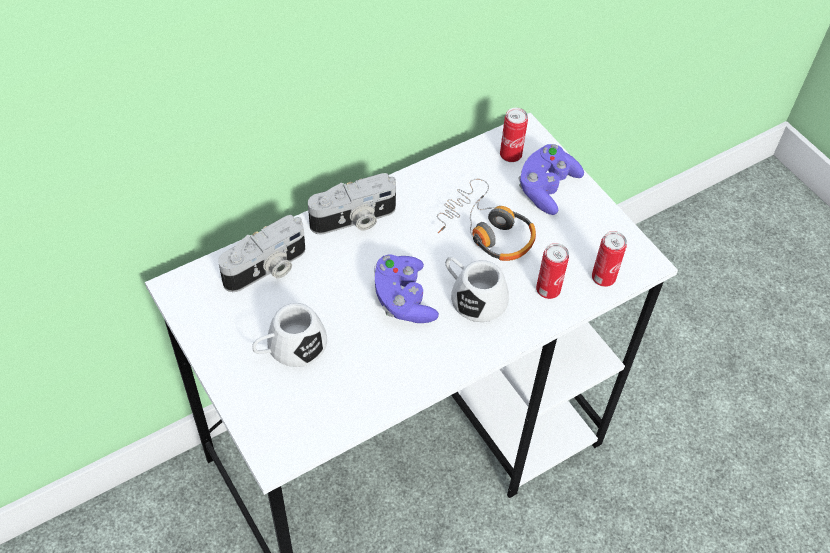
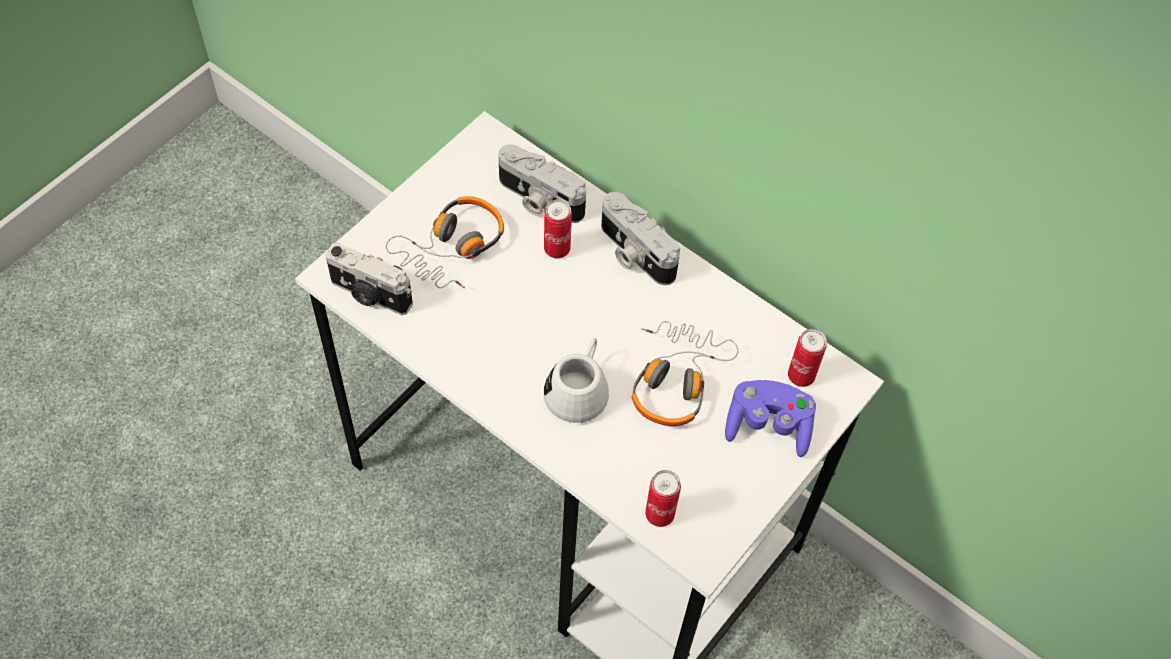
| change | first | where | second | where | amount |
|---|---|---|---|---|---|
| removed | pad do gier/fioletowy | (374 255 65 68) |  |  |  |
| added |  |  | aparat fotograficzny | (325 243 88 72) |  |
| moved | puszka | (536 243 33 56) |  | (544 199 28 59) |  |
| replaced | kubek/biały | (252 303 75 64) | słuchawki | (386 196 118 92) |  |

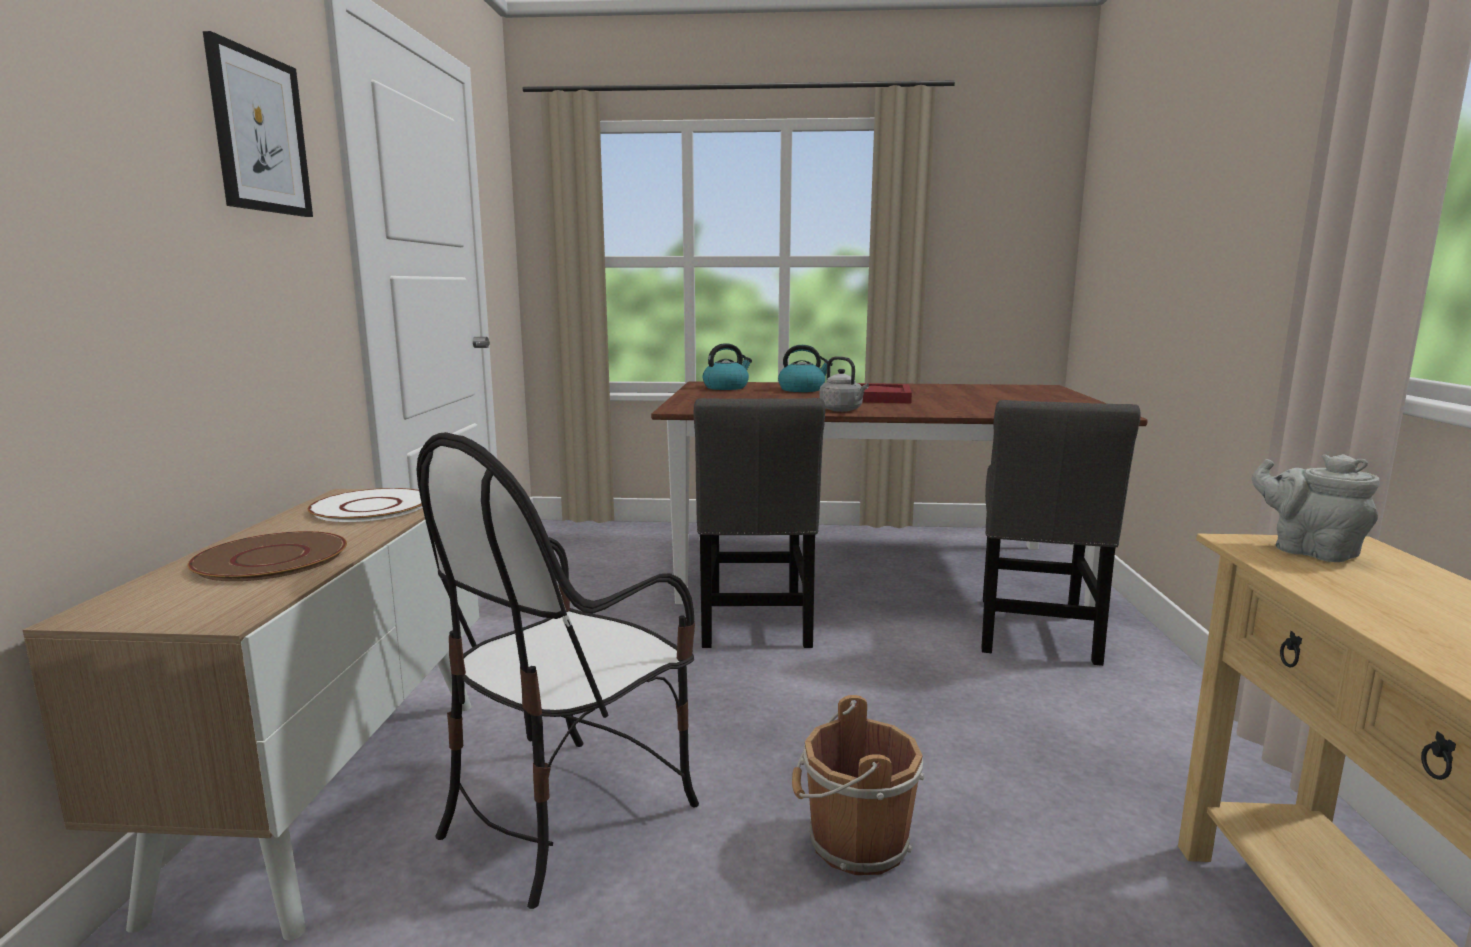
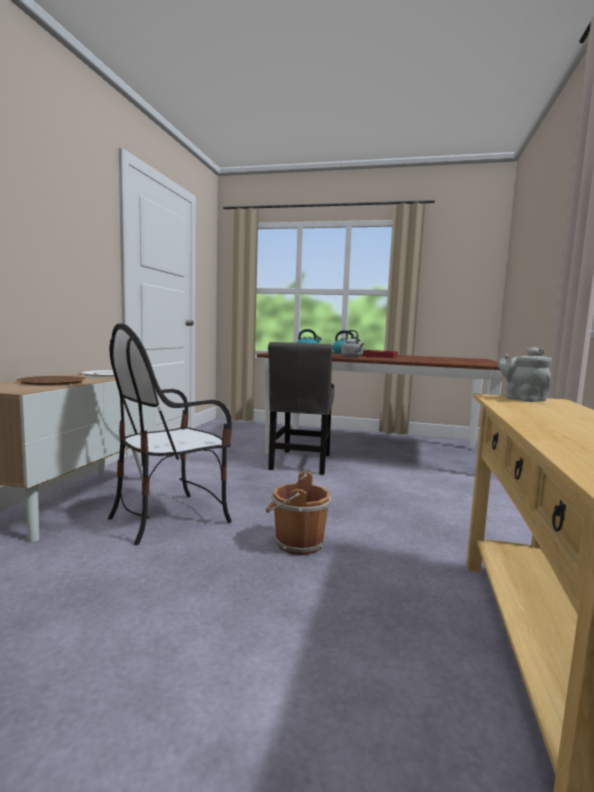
| change | first | where | second | where | amount |
|---|---|---|---|---|---|
| removed | obraz | (203 31 110 186) |  |  |  |
| removed | krzesło/szary | (981 400 160 266) |  |  |  |

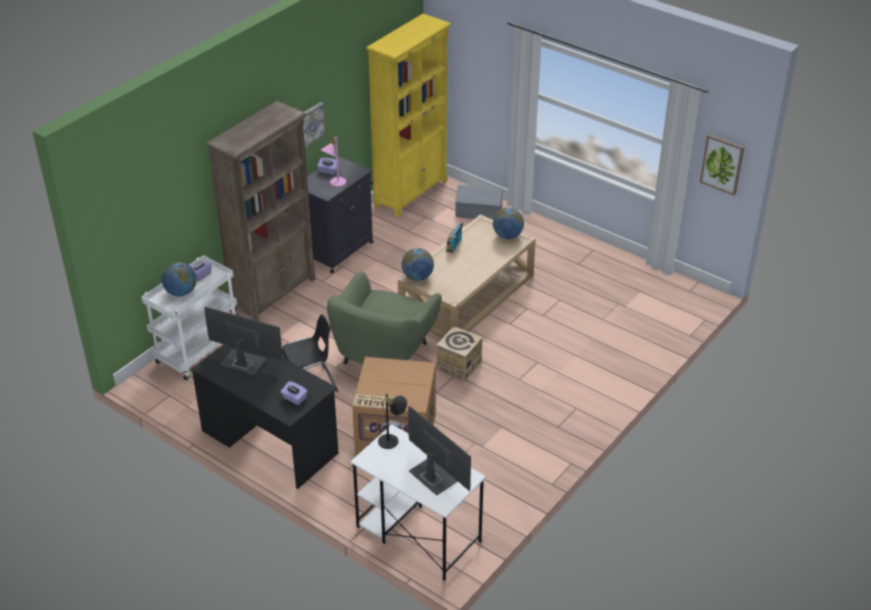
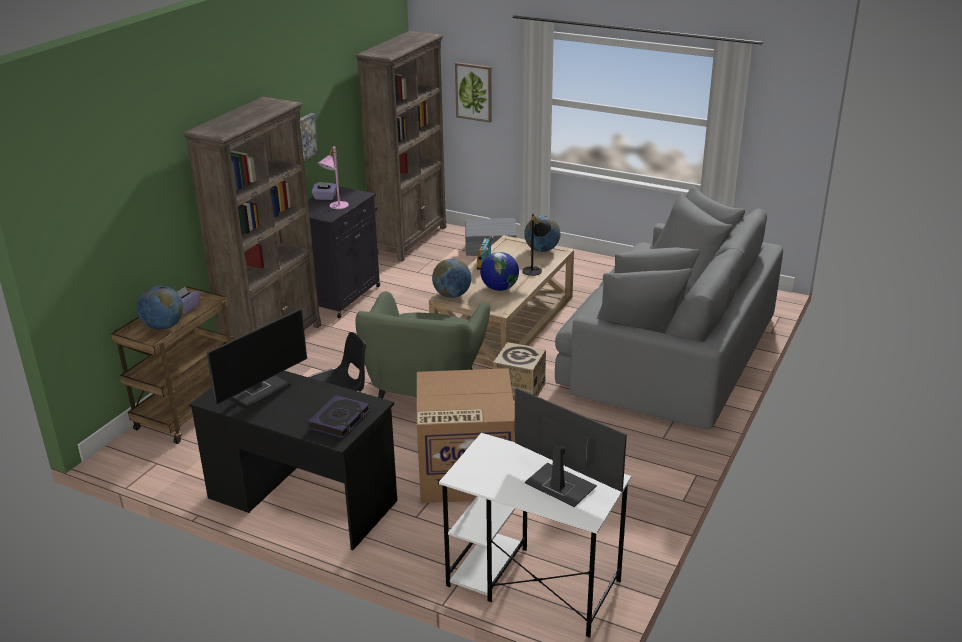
| change | first | where | second | where | amount |
|---|---|---|---|---|---|
| added |  |  | globus | (480 252 39 39) |  |
| added |  |  | kanapa/szary | (555 186 228 244) |  |
| moved | lampa stołowa/czarny | (378 393 29 56) |  | (522 214 29 62) |  |
| moved | obraz | (700 134 44 62) |  | (455 62 37 61) |  |
| replaced | pudełko chusteczek/fioletowy | (280 381 27 24) | książka | (308 395 62 43) |  |
| recoloured | wózek/biały | (141 255 96 125) | wózek/brązowy | (111 287 123 157) |  |
| recoloured | regał/żółty | (366 13 85 204) | regał/brązowy | (356 31 90 231) |  |
| turned | monitor | (204 307 79 68) |  | (207 309 100 98) | 120 degrees clockwise |

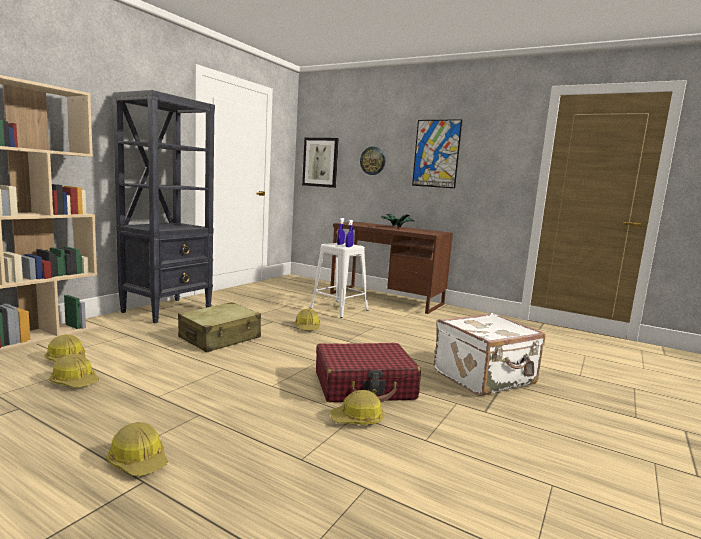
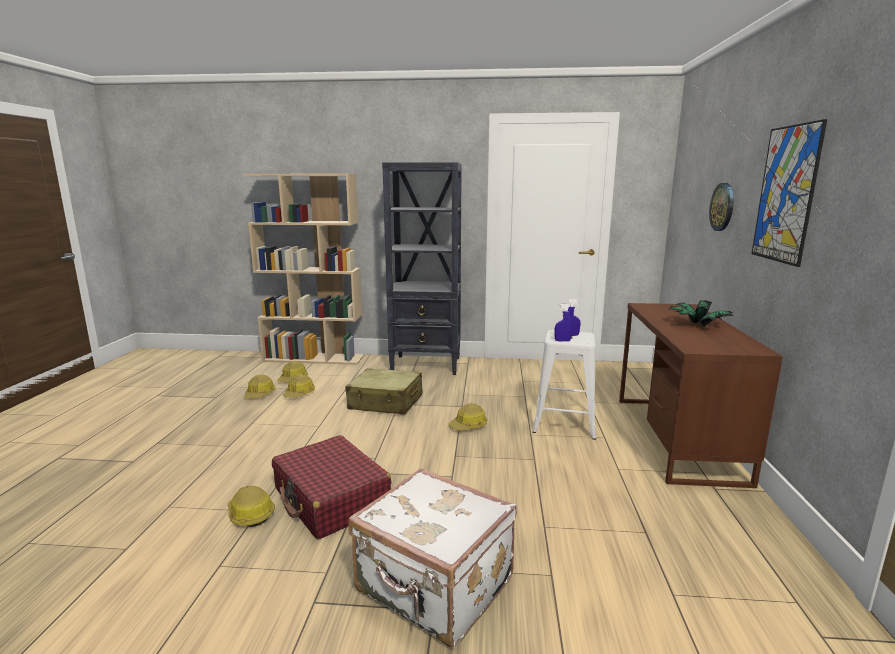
| change | first | where | second | where | amount |
|---|---|---|---|---|---|
| removed | obraz | (302 138 37 50) |  |  |  |
| moved | kask | (106 422 62 54) |  | (283 374 32 24) |  |

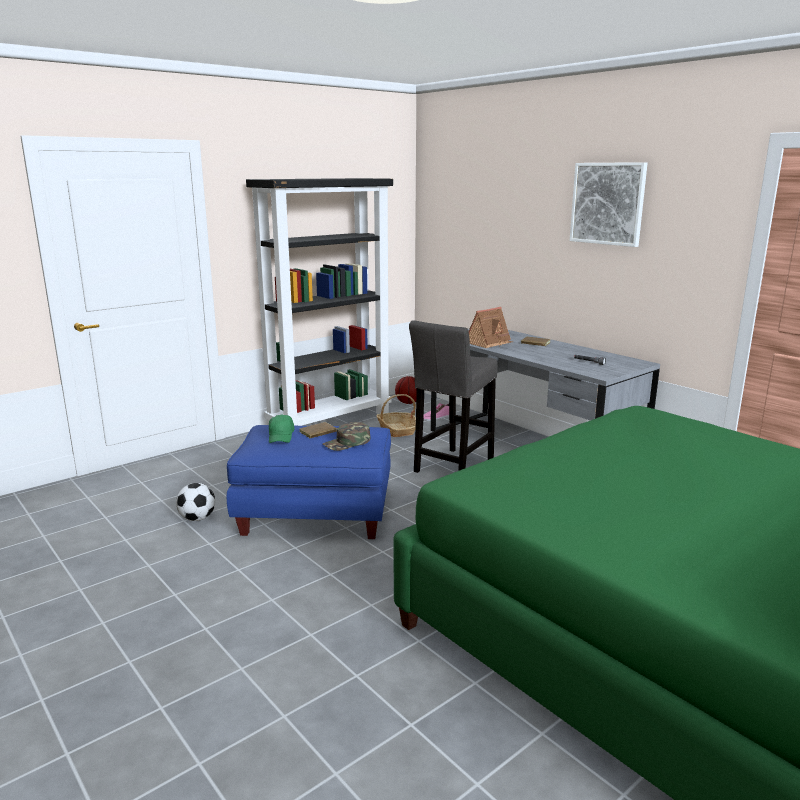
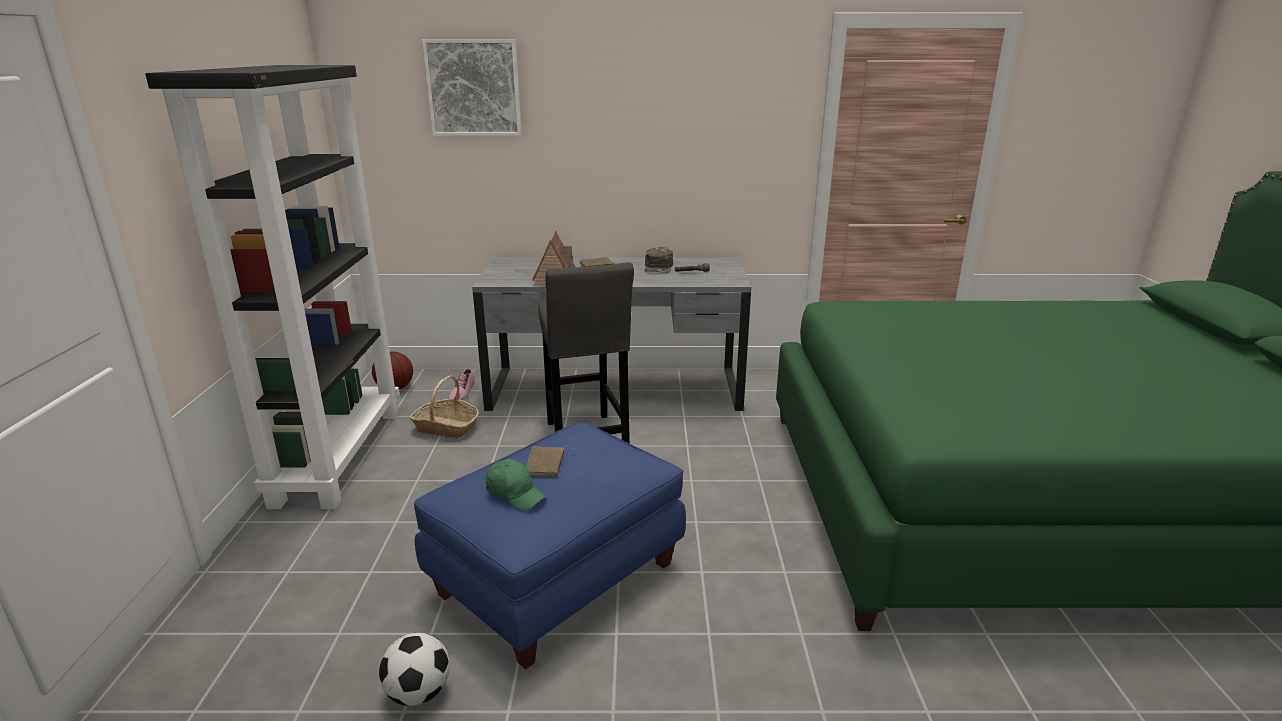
| change | first | where | second | where | amount |
|---|---|---|---|---|---|
| moved | czapka z daszkiem/zielony | (323 422 47 29) |  | (645 247 28 26) |  |
| moved | obraz | (570 162 78 85) |  | (422 39 100 97) |  |

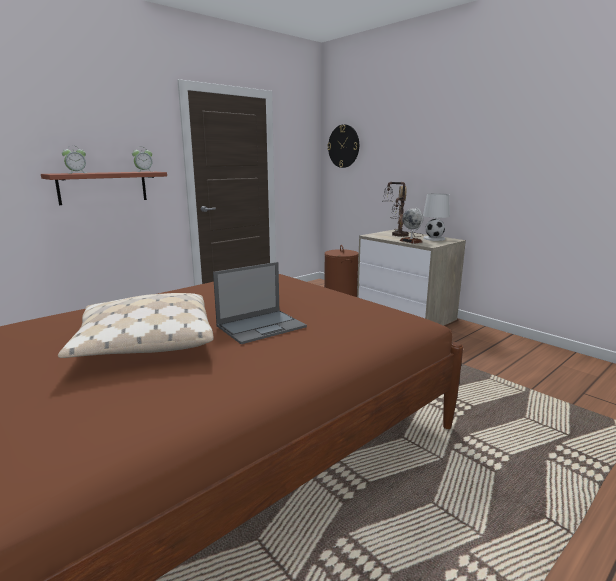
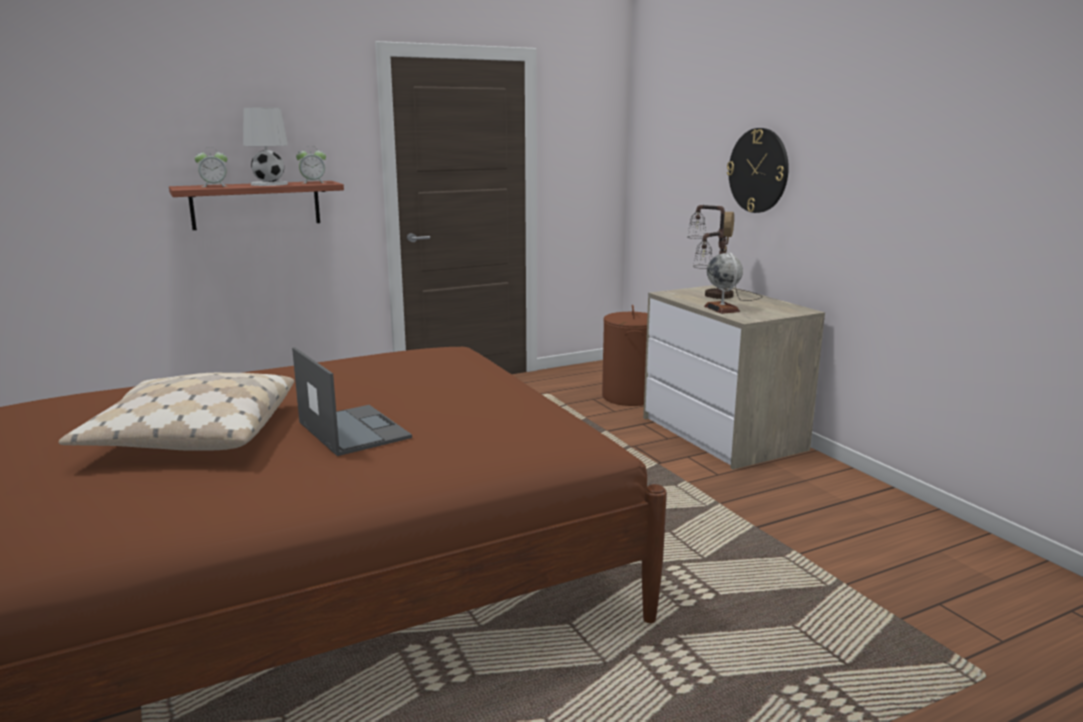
| change | first | where | second | where | amount |
|---|---|---|---|---|---|
| moved | zegar ścienny | (327 124 32 44) |  | (727 128 62 85) |  |
| moved | lampa stołowa/biały | (423 193 27 48) |  | (243 108 45 78) |  |
| turned | laptop | (213 262 94 82) |  | (292 347 120 109) | 105 degrees counterclockwise |

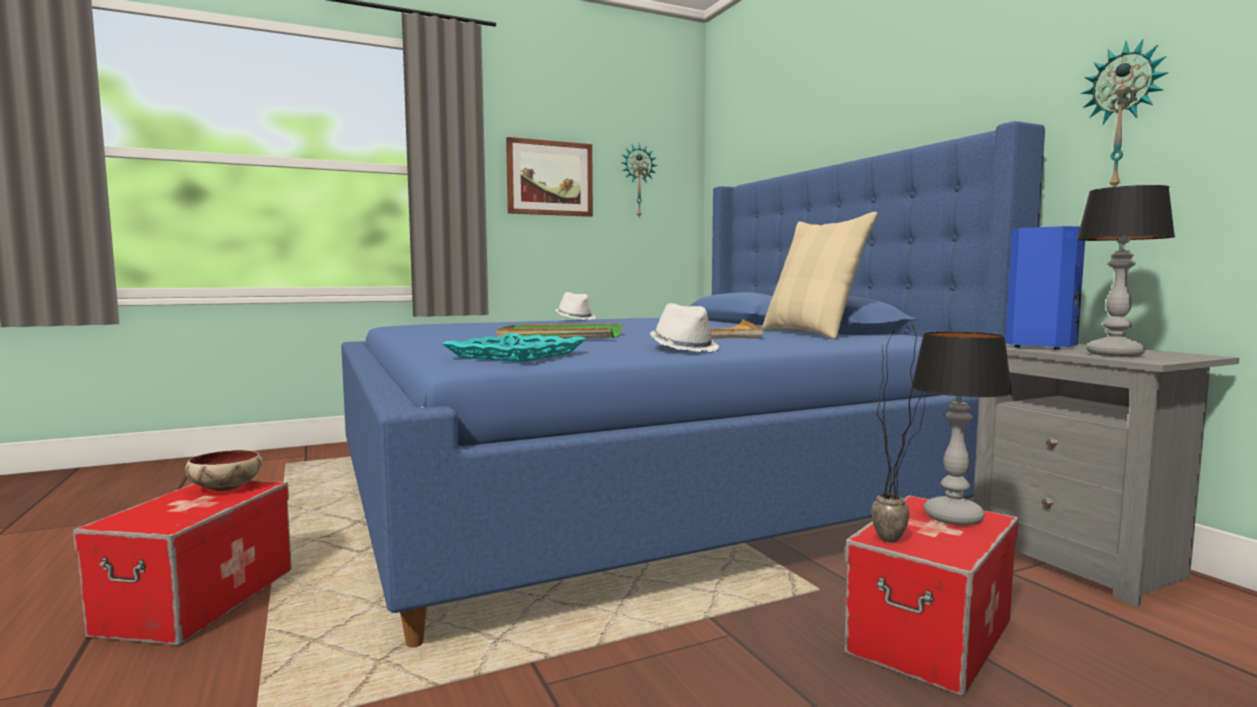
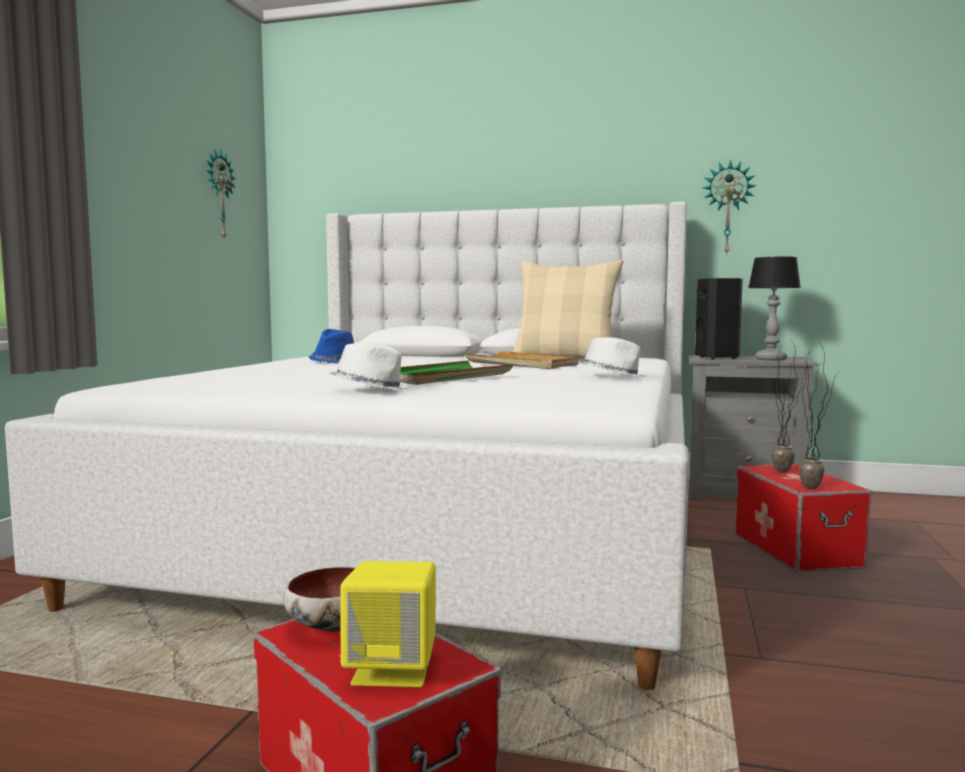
| change | first | where | second | where | amount |
|---|---|---|---|---|---|
| removed | taca/turkusowy | (442 333 144 29) |  |  |  |
| removed | obraz | (506 137 87 80) |  |  |  |
| added |  |  | kapelusz/niebieski | (309 329 45 34) |  |
| added |  |  | głośnik/żółty | (340 561 96 126) |  |
| moved | kapelusz/biały | (555 292 41 28) |  | (329 343 81 47) |  |
| replaced | lampa stołowa | (911 332 101 193) | roślina doniczkowa | (771 340 38 133) |  |
| recoloured | łóżko/niebieski | (341 121 704 527) | łóżko/biały | (5 201 684 489) |  |
| recoloured | głośnik/niebieski | (1005 226 80 124) | głośnik/czarny | (695 278 48 81) |  |

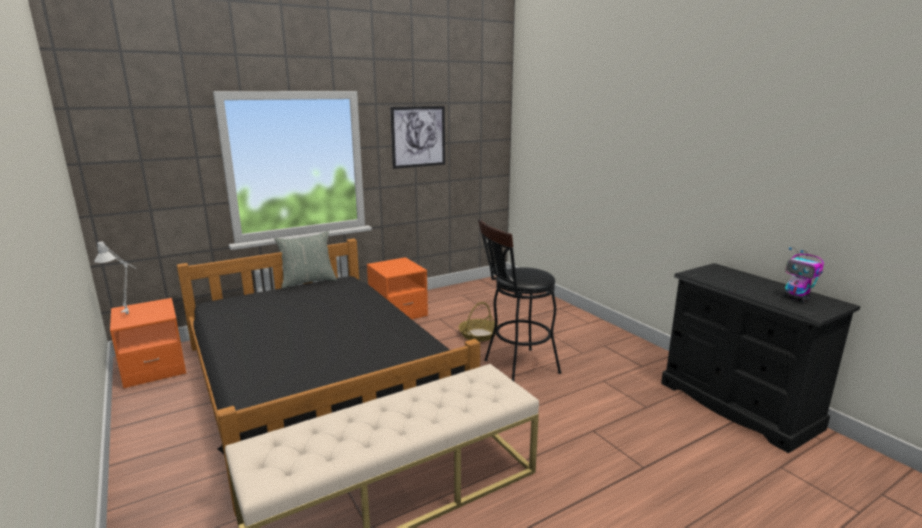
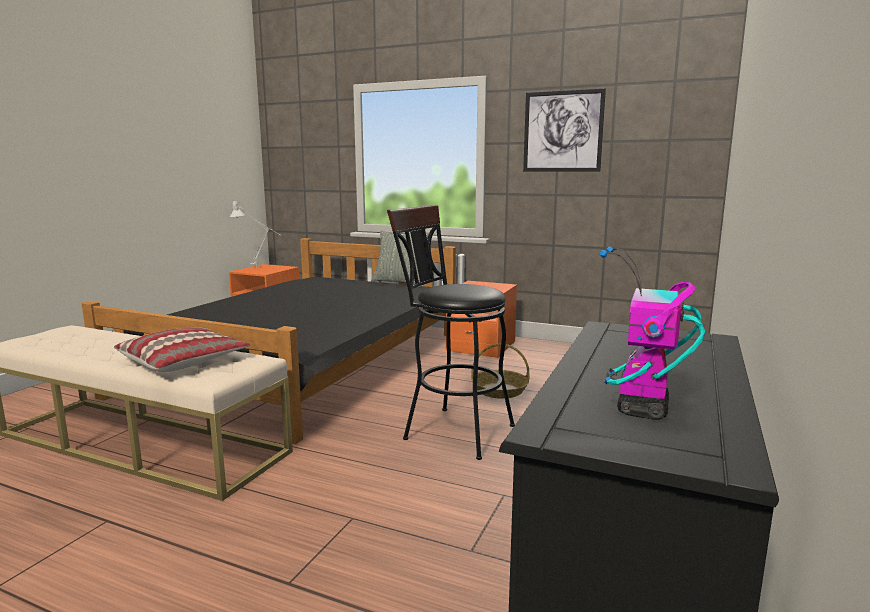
| change | first | where | second | where | amount |
|---|---|---|---|---|---|
| added |  |  | poduszka | (114 327 136 45) |  |

